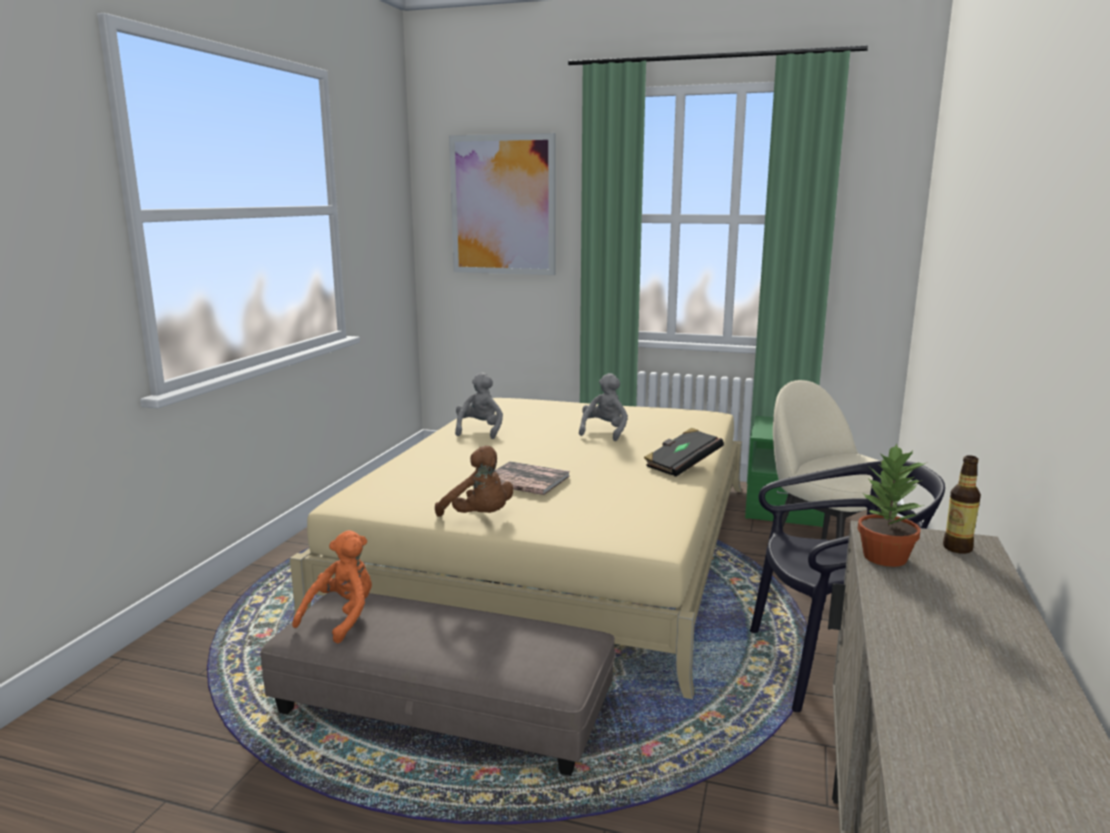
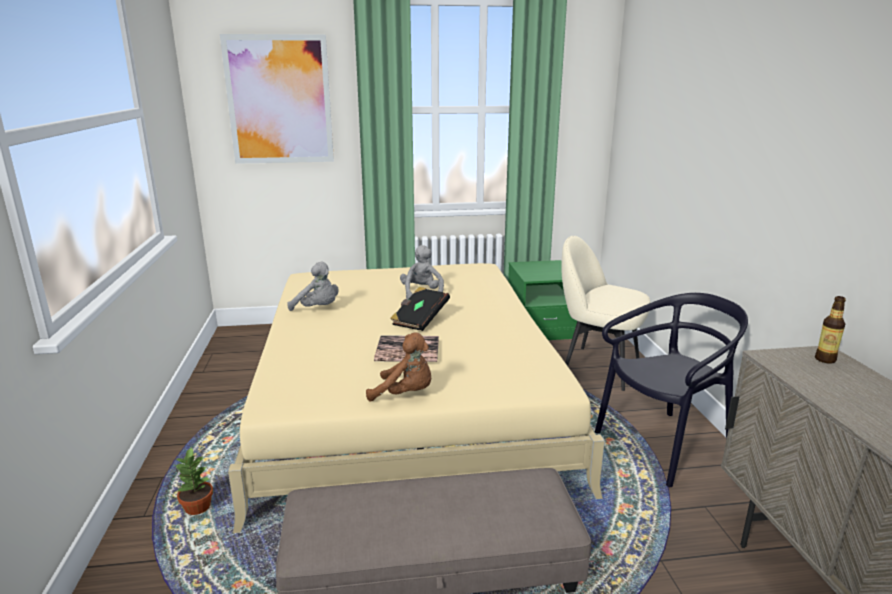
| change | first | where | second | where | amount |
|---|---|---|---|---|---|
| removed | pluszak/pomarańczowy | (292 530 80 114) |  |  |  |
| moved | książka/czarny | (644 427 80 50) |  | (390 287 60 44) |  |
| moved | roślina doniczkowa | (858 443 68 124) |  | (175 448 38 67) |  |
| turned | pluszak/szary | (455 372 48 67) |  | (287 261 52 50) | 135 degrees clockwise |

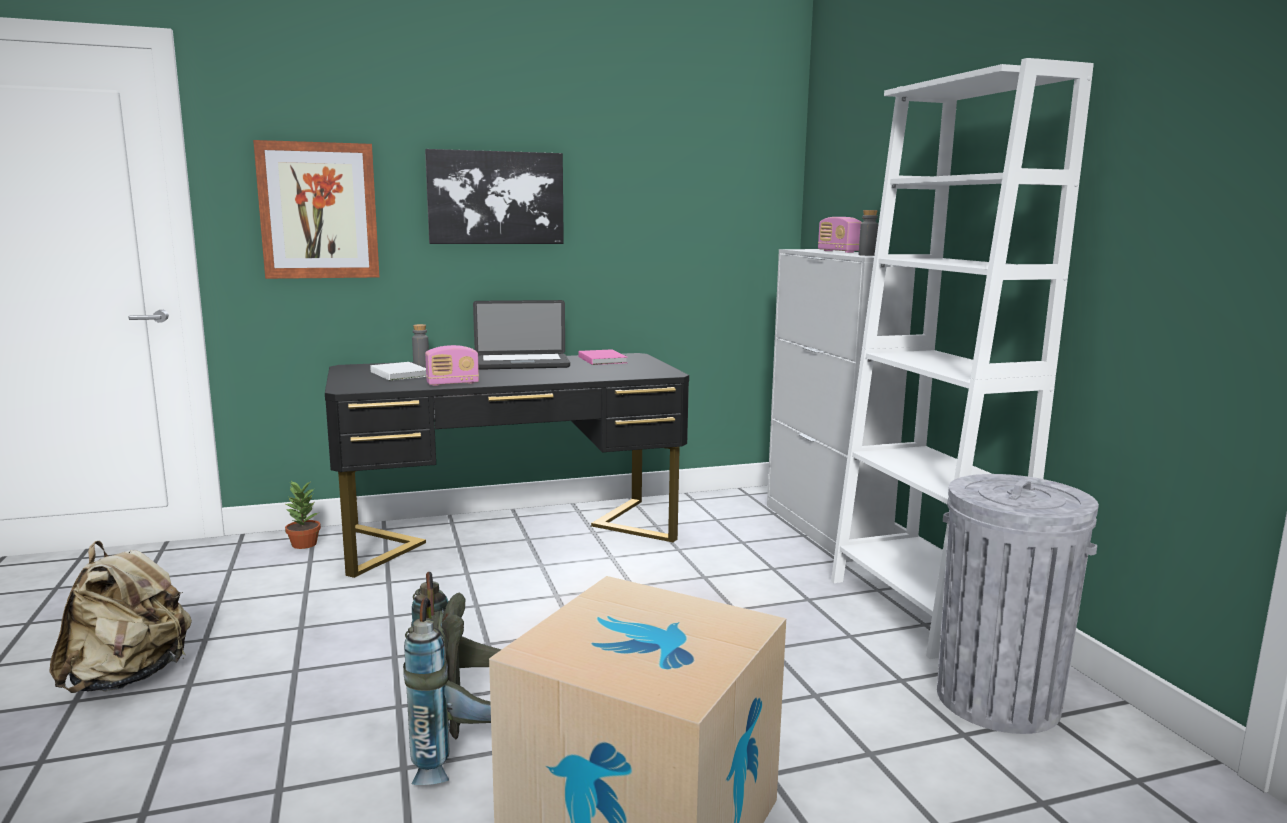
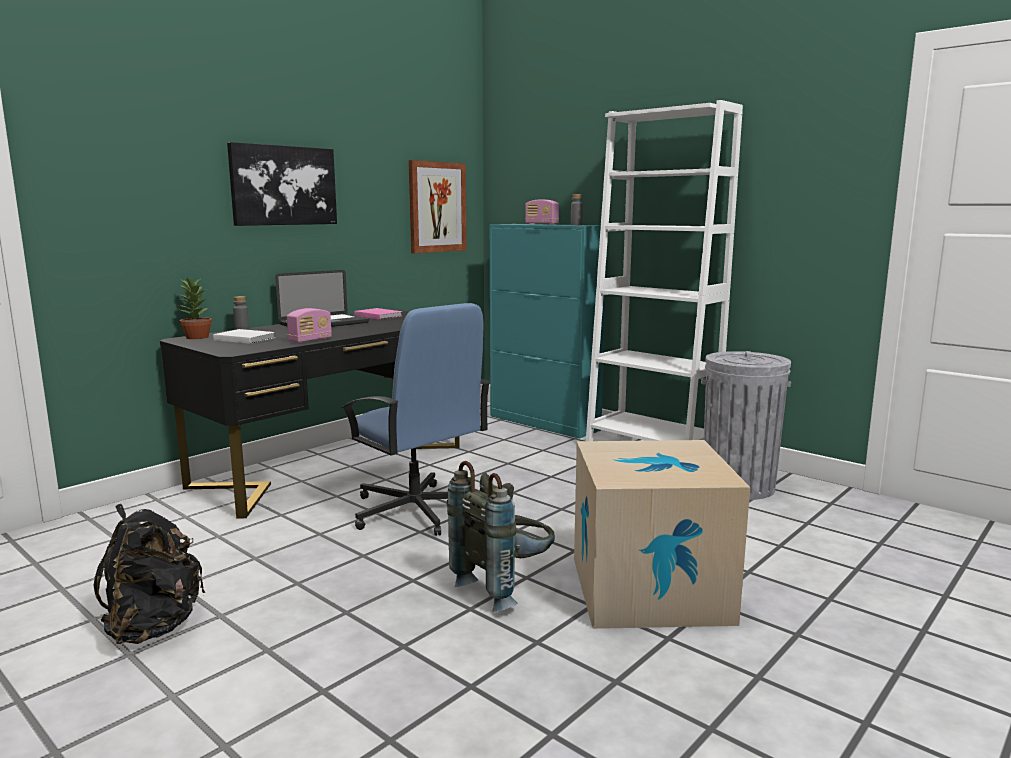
| change | first | where | second | where | amount |
|---|---|---|---|---|---|
| added |  |  | krzesło biurowe/niebieski | (341 303 150 233) |  |
| moved | obraz | (253 140 126 139) |  | (408 160 59 93) |  |
| moved | roślina doniczkowa | (284 481 37 68) |  | (178 277 34 62) |  |
| recoloured | plecak/beżowy | (49 541 143 152) | plecak/czarny | (93 504 112 140) |  |
| recoloured | szafka/biały | (767 249 148 313) | szafka/turkusowy | (489 224 118 215) |  |

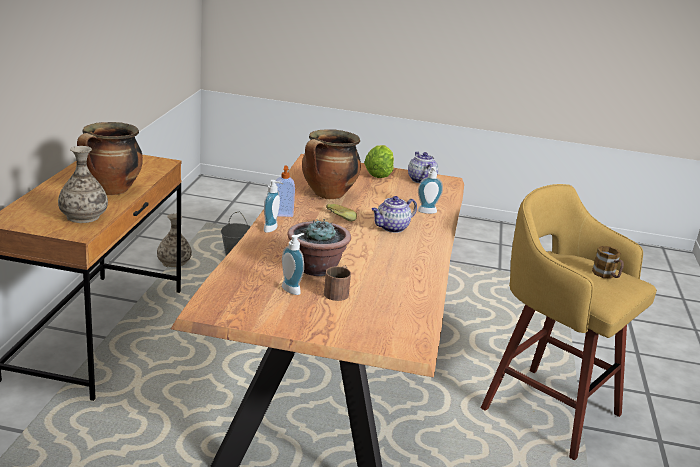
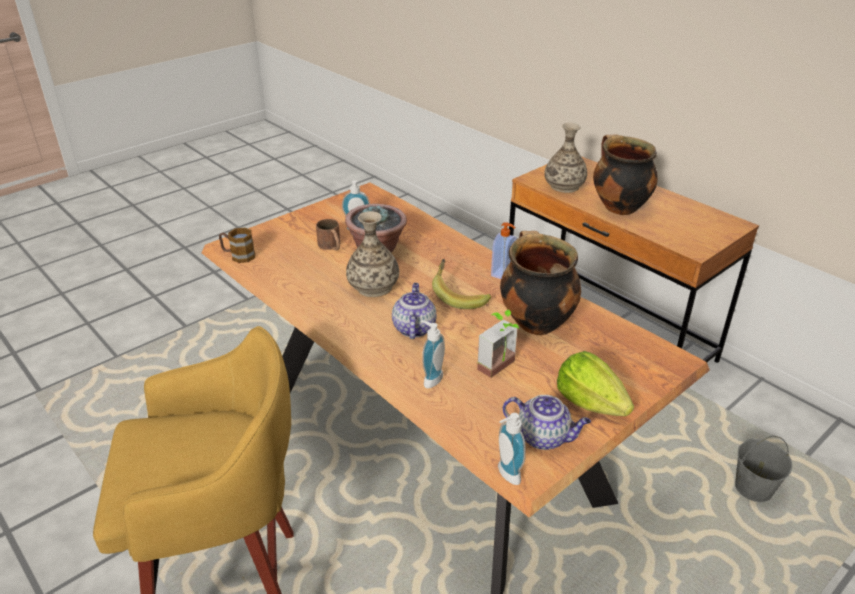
| change | first | where | second | where | amount |
|---|---|---|---|---|---|
| added |  |  | roślina doniczkowa | (477 309 42 69) |  |
| moved | wazon | (157 213 35 54) |  | (346 211 53 86) |  |
| moved | dozownik mydła | (264 180 19 53) |  | (498 413 28 72) |  |
| moved | kubek | (592 246 32 33) |  | (219 228 36 35) |  |

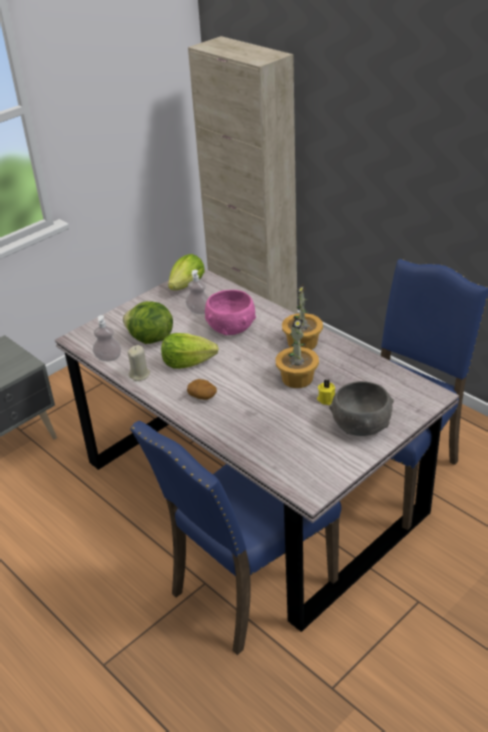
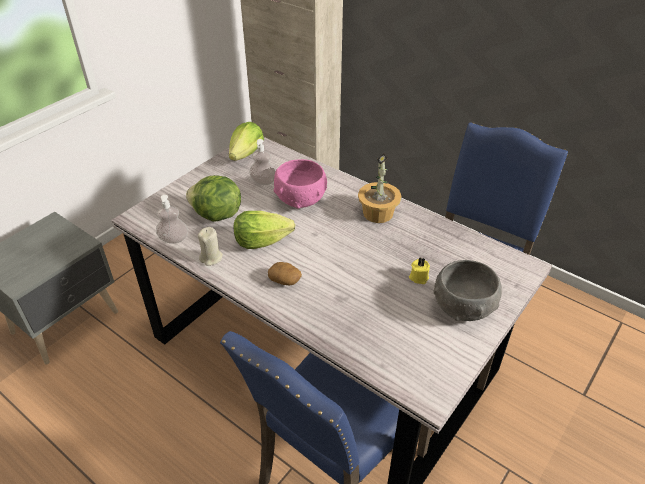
| change | first | where | second | where | amount |
|---|---|---|---|---|---|
| removed | roślina doniczkowa | (276 318 43 70) |  |  |  |

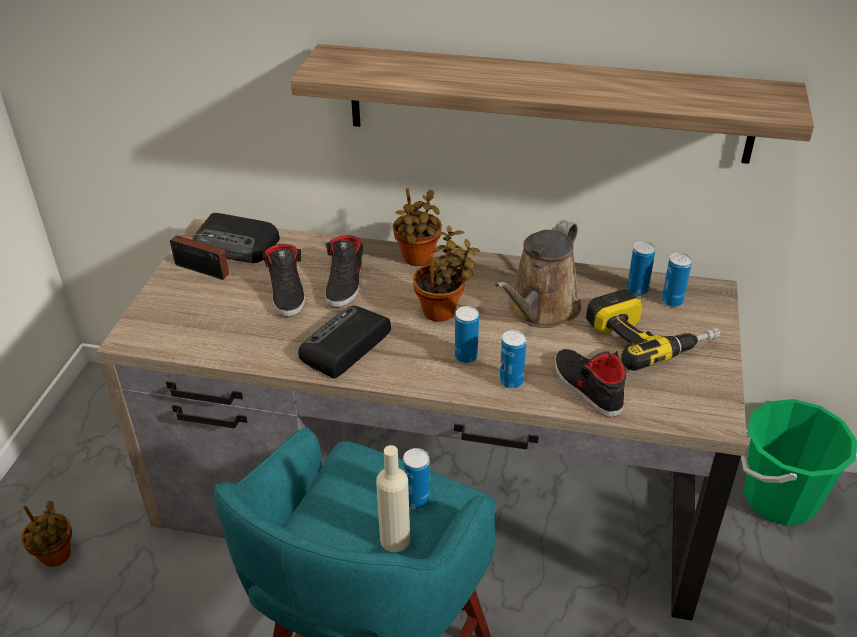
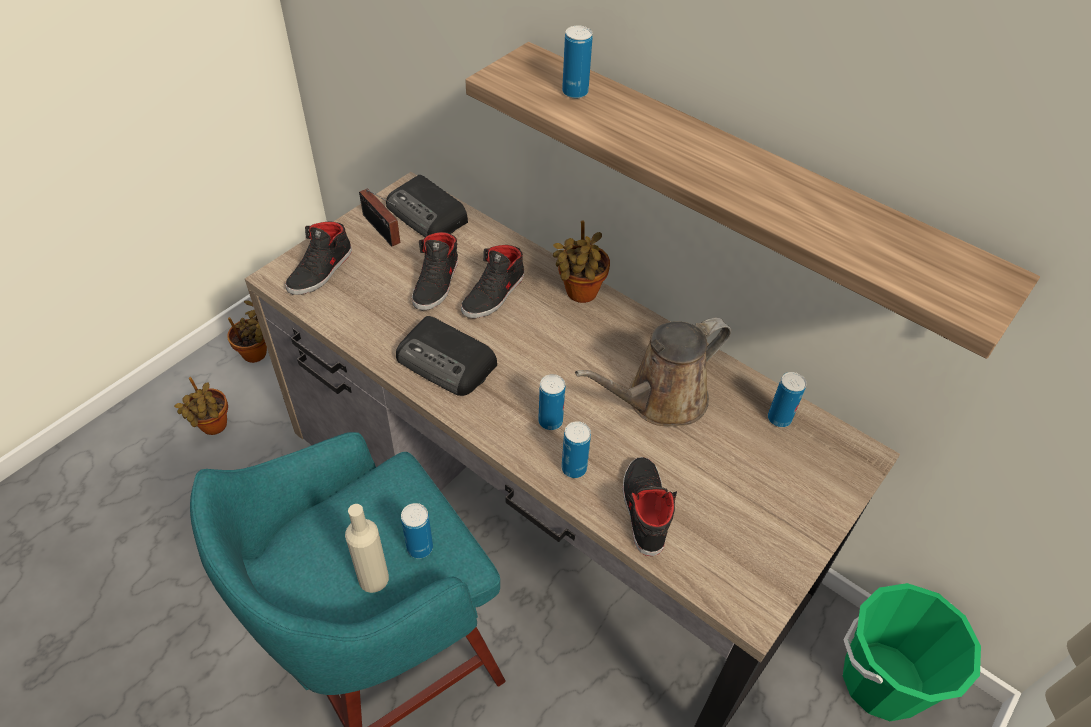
| change | first | where | second | where | amount |
|---|---|---|---|---|---|
| removed | wiertarka | (586 289 134 82) |  |  |  |
| added |  |  | but/czarny | (285 221 67 74) |  |
| moved | roślina doniczkowa | (413 226 67 96) |  | (227 300 40 63) |  |
| moved | puszka | (662 253 30 54) |  | (562 26 31 73) |  |
| turned | radio | (298 306 93 73) |  | (396 316 101 80) | 120 degrees counterclockwise |

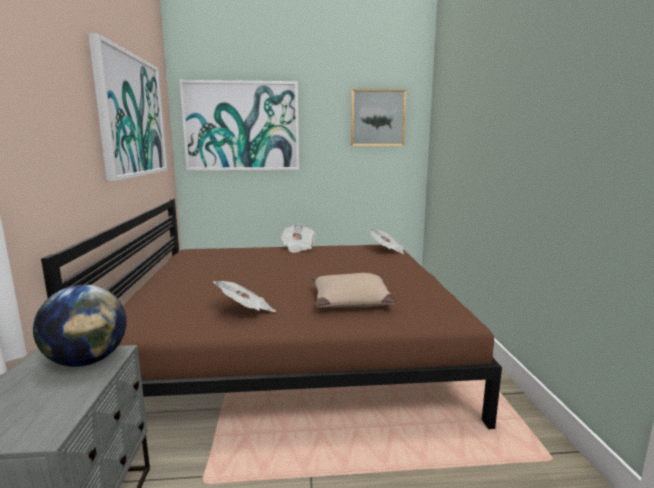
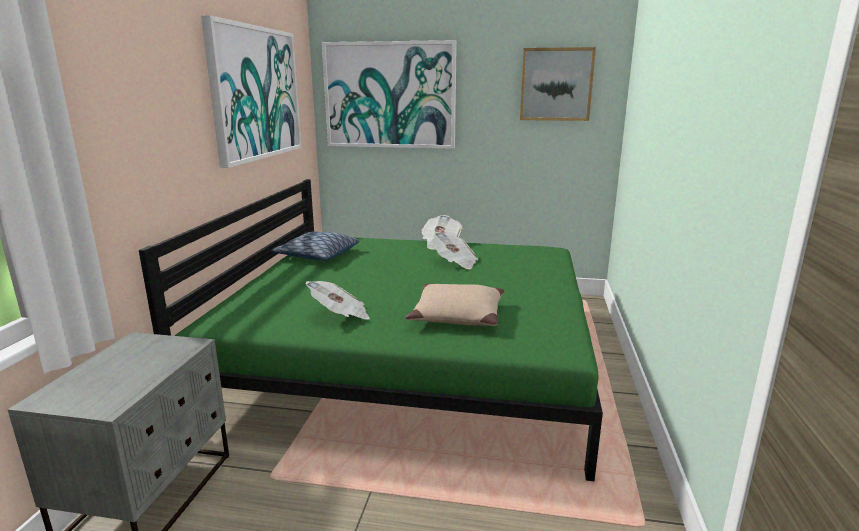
| change | first | where | second | where | amount |
|---|---|---|---|---|---|
| removed | globus | (33 285 94 82) |  |  |  |
| added |  |  | poduszka | (272 232 88 29) |  |
| moved | gazeta | (369 228 35 26) |  | (431 232 47 37) |  |
| recoloured | łóżko/brązowy | (41 199 461 230) | łóżko/zielony | (139 179 464 302) |  |

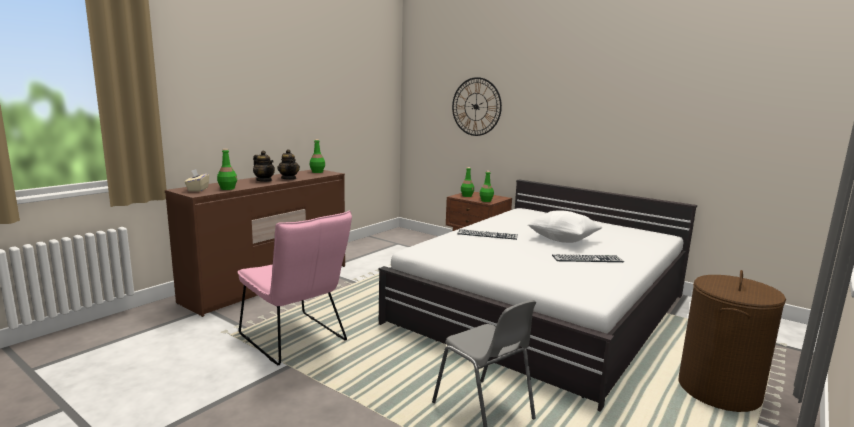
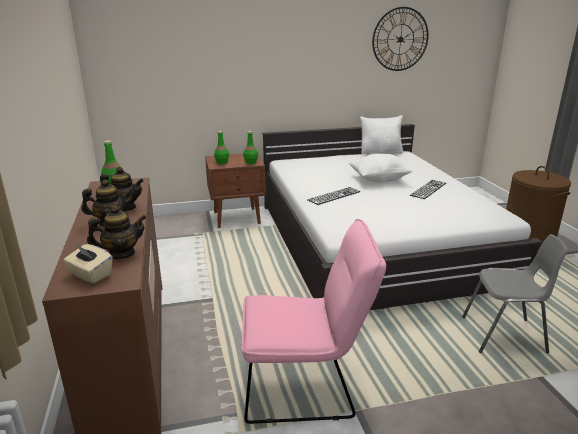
| change | first | where | second | where | amount |
|---|---|---|---|---|---|
| added |  |  | poduszka/biały | (360 115 43 39) |  |
| moved | zegar ścienny | (452 77 50 59) |  | (372 7 56 64) |  |
| replaced | butelka/zielony | (217 149 20 41) | imbryk | (87 205 60 54) |  |

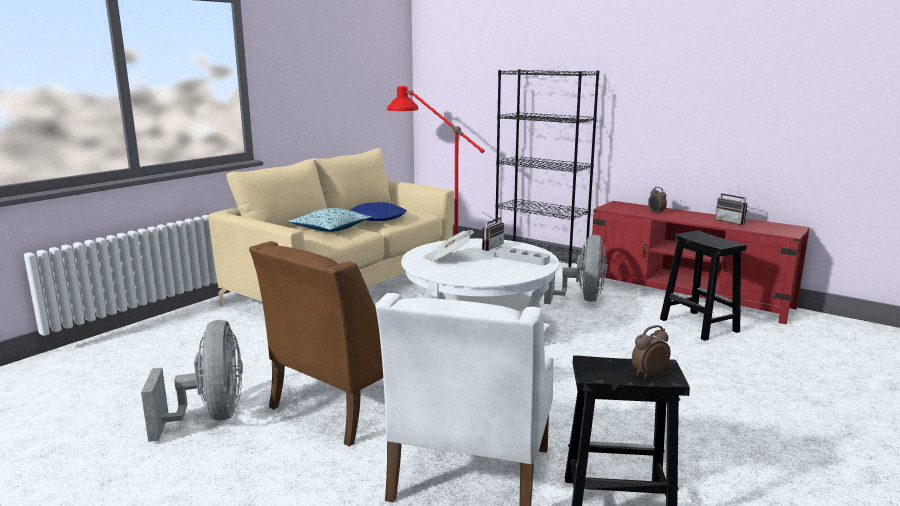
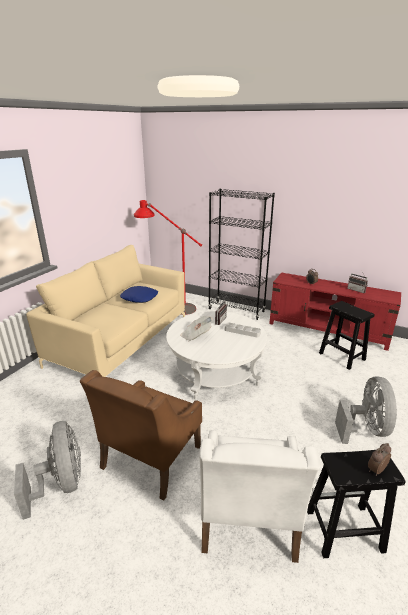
| change | first | where | second | where | amount |
|---|---|---|---|---|---|
| removed | poduszka | (288 208 84 24) |  |  |  |
| moved | wentylator/szary | (544 235 63 69) |  | (335 376 62 68) |  |

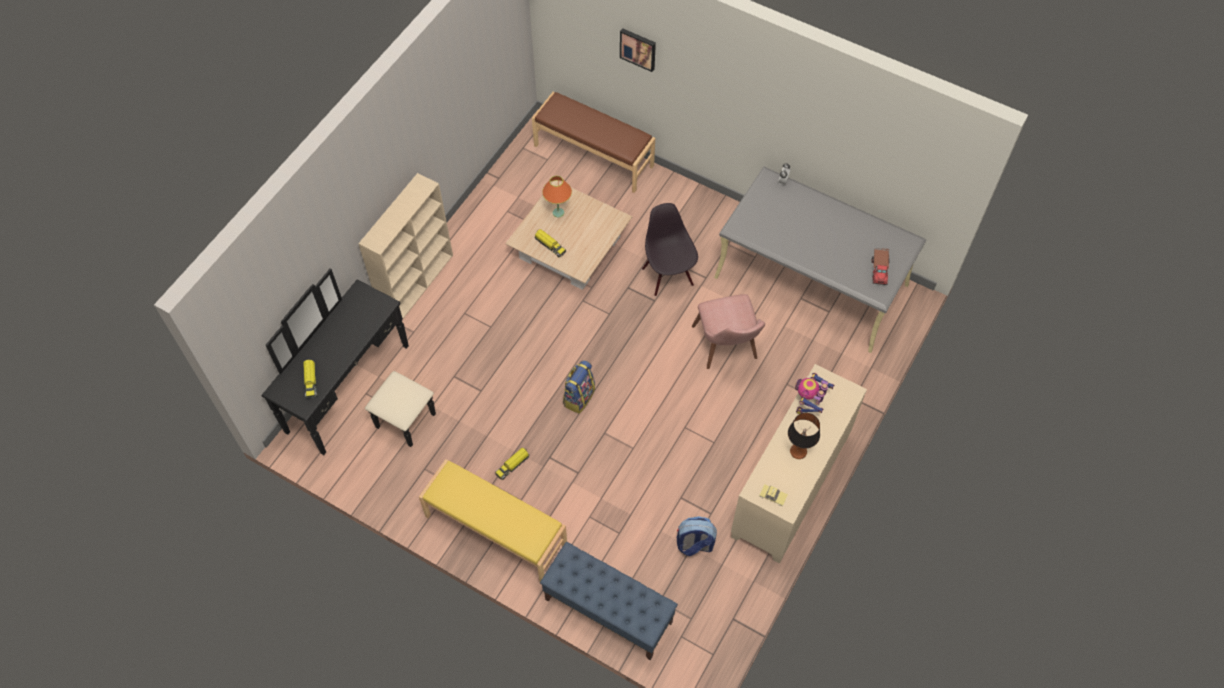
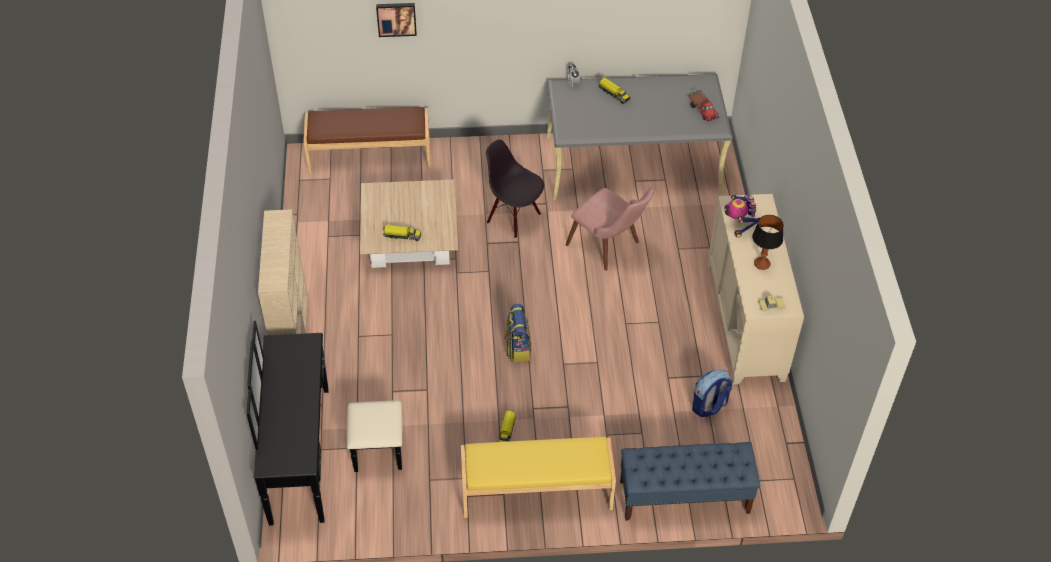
| change | first | where | second | where | amount |
|---|---|---|---|---|---|
| removed | lampa stołowa/pomarańczowy | (542 176 30 41) |  |  |  |
| moved | ciężarówka zabawkowa | (303 359 14 40) |  | (599 77 31 27) |  |

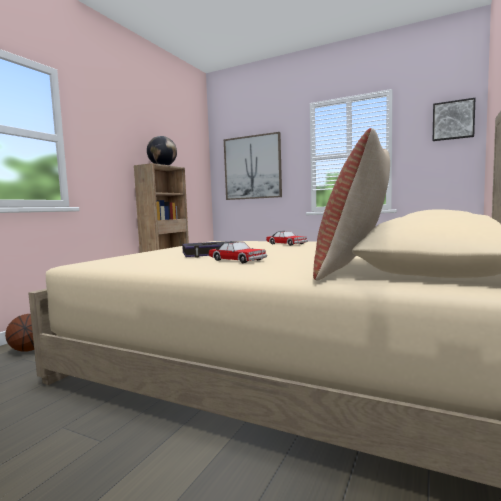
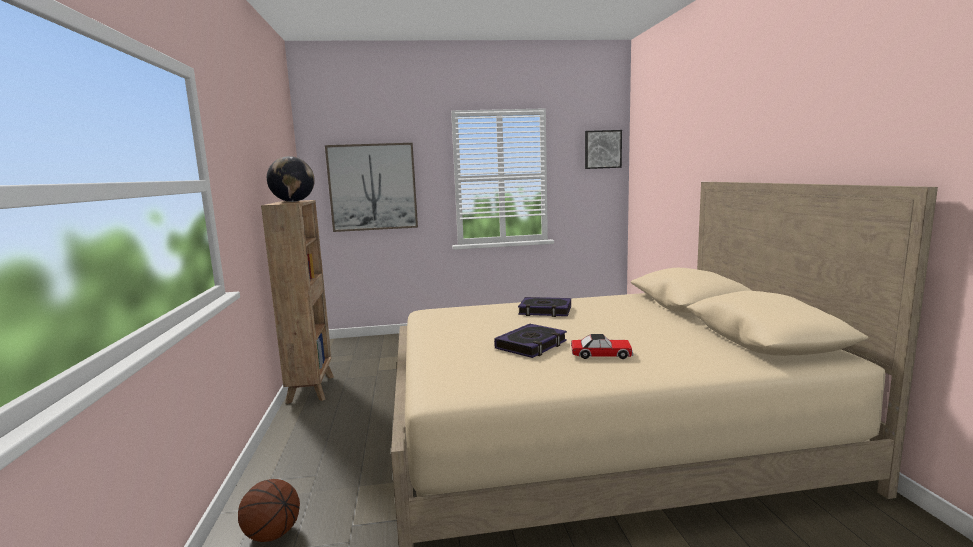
| change | first | where | second | where | amount |
|---|---|---|---|---|---|
| removed | poduszka | (313 128 77 152) |  |  |  |
| replaced | samochodzik | (266 231 42 15) | książka | (518 297 53 20) |  |

